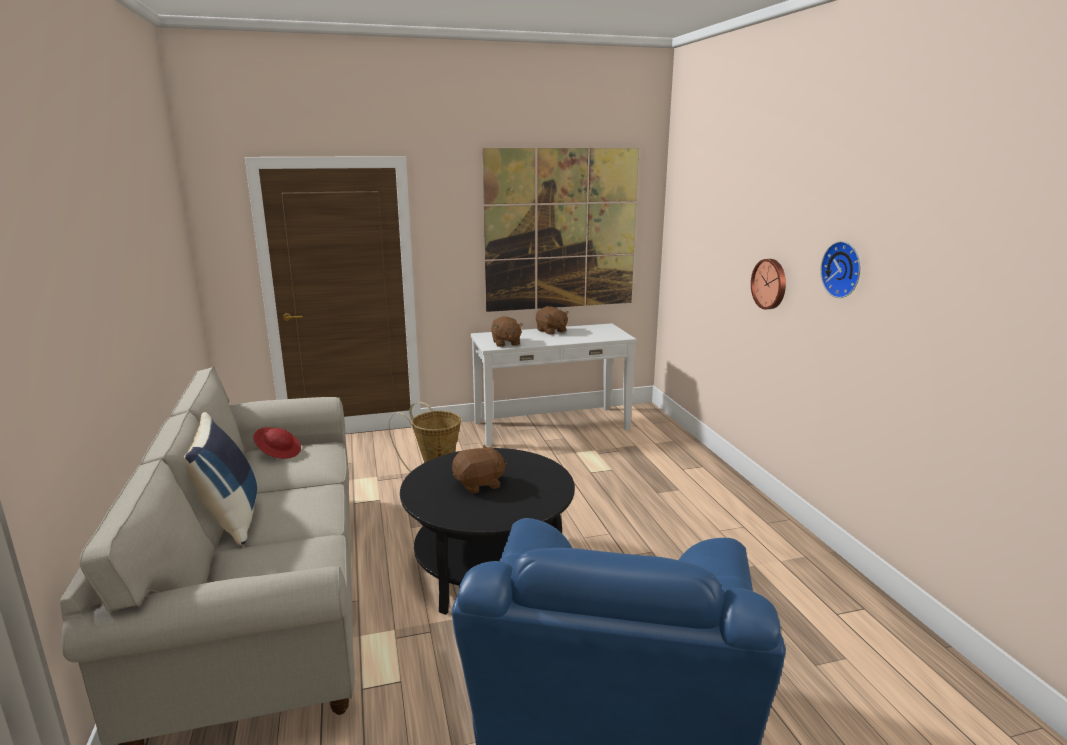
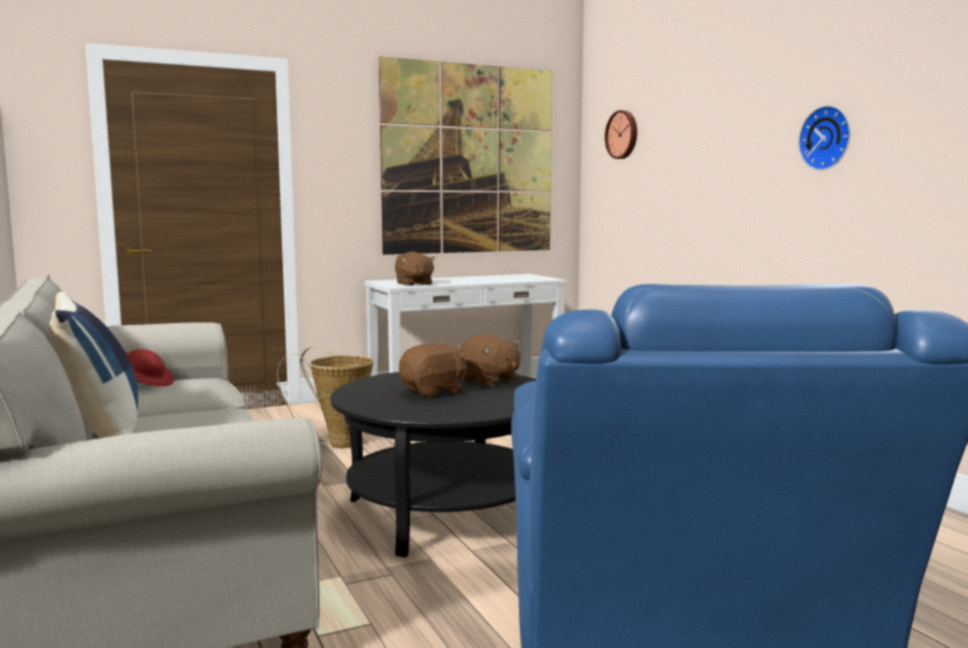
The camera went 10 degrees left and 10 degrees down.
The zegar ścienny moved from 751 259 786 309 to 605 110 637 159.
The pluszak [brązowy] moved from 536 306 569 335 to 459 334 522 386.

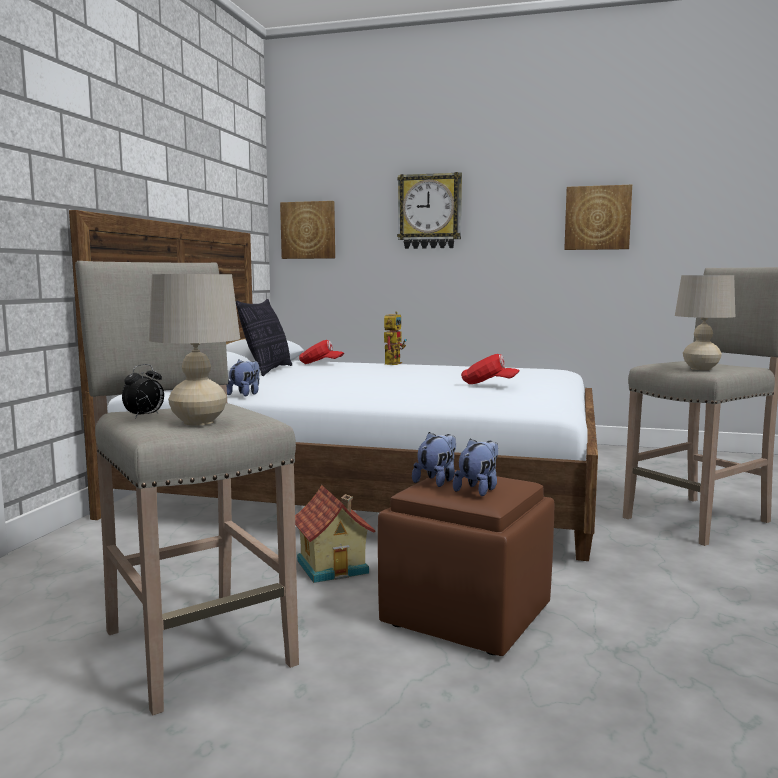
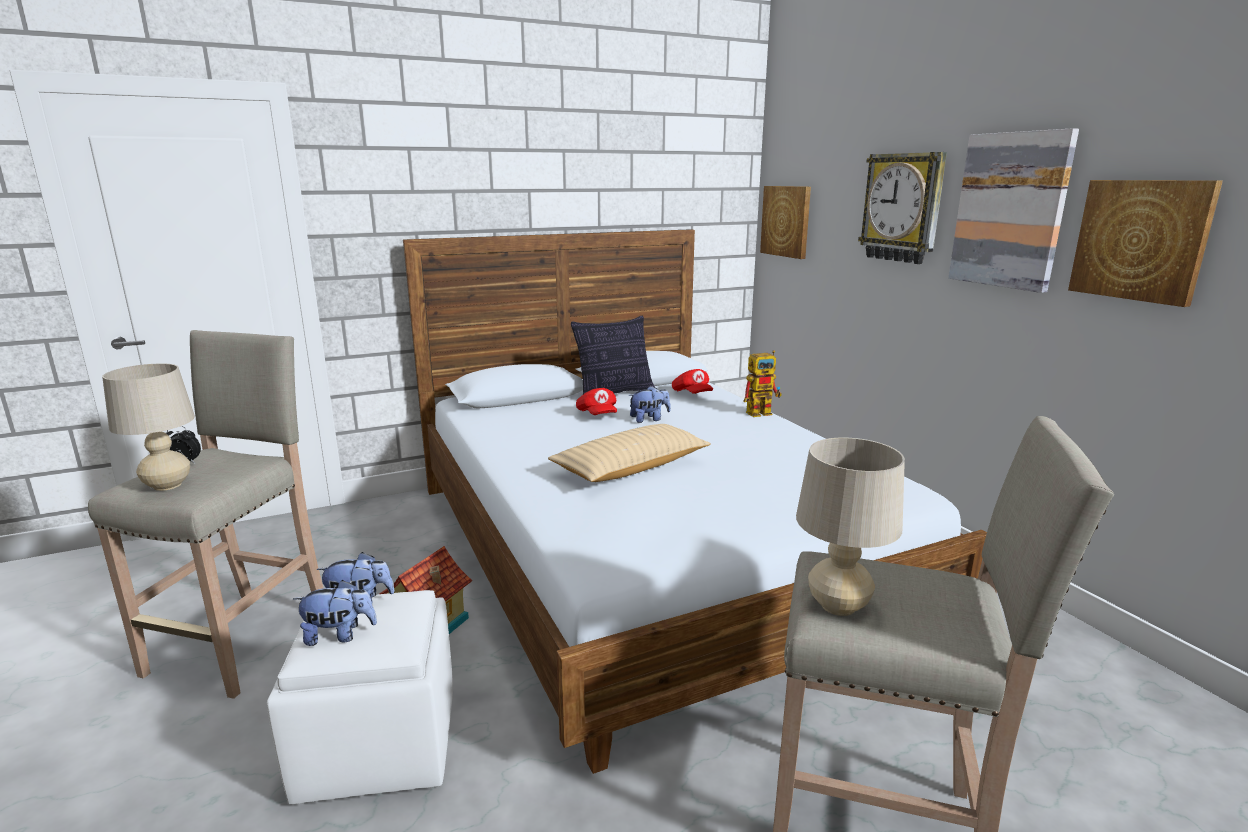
The camera went 50 degrees right and 10 degrees up.
The czapka z daszkiem [czerwony] moved from 461 354 520 384 to 576 388 617 415.
The pluszak moved from 227 360 260 396 to 628 386 671 423.
The pufa [brązowy] at 378 469 554 656 became the pufa [biały] at 267 590 453 805.
The obraz at 948 128 1079 293 appeared.
The poduszka [beżowy] at 548 424 711 482 appeared.

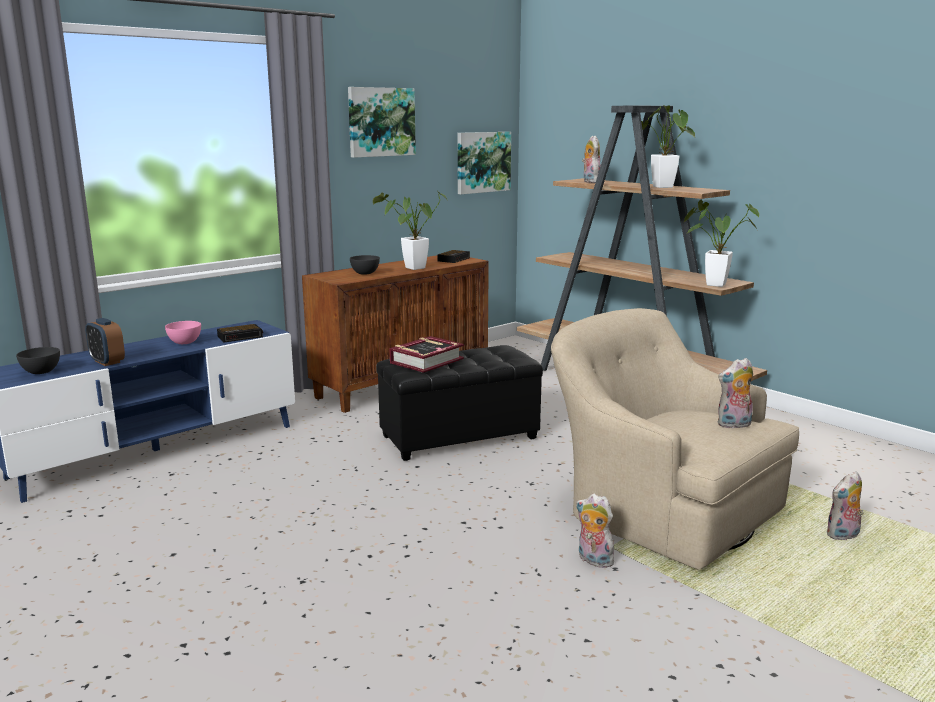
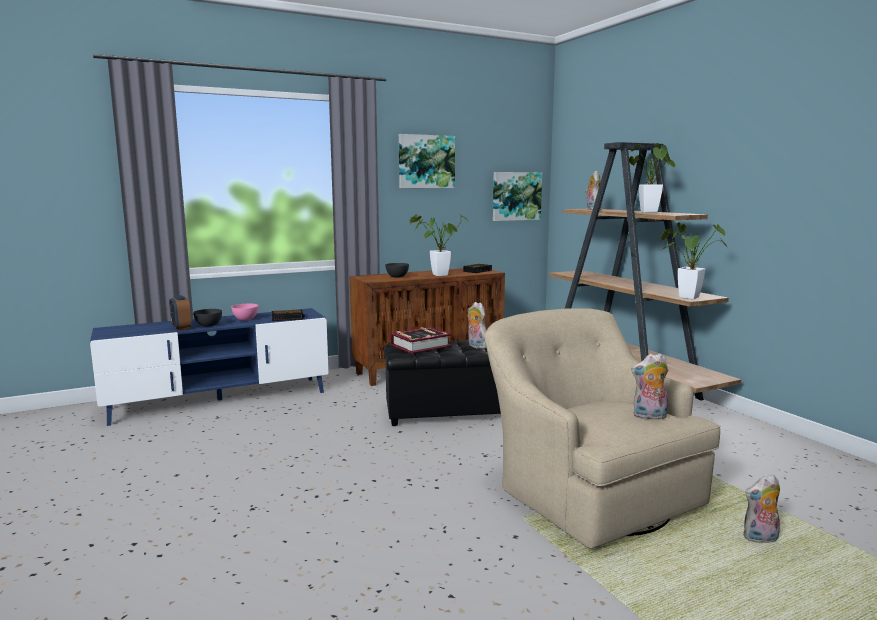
The camera went 15 degrees right and 5 degrees down.
The miska [szary] moved from 16 347 60 374 to 193 309 222 327.
The pluszak moved from 576 493 614 568 to 468 302 486 349.

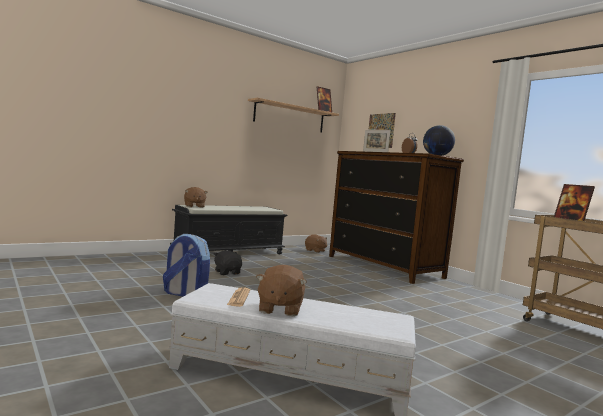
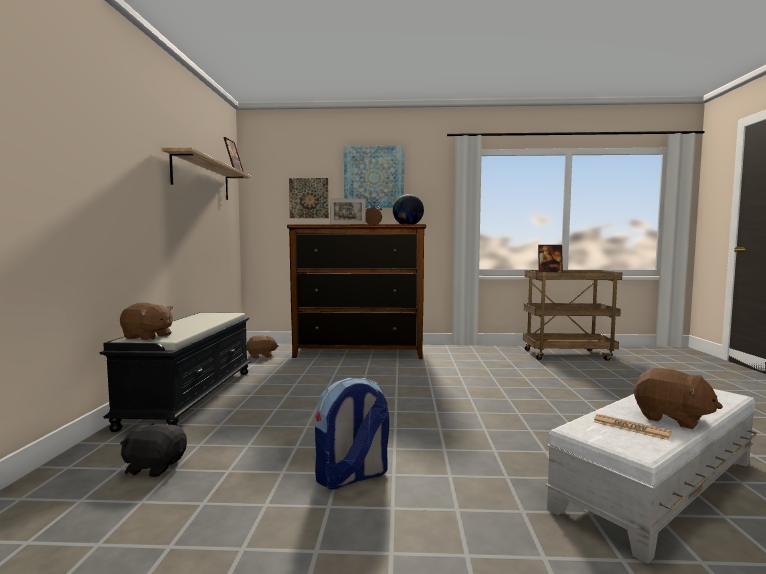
The camera went 50 degrees left and 0 degrees up.
The pluszak [czarny] moved from 214 250 242 275 to 120 422 187 477.
The obraz at 344 146 404 208 appeared.

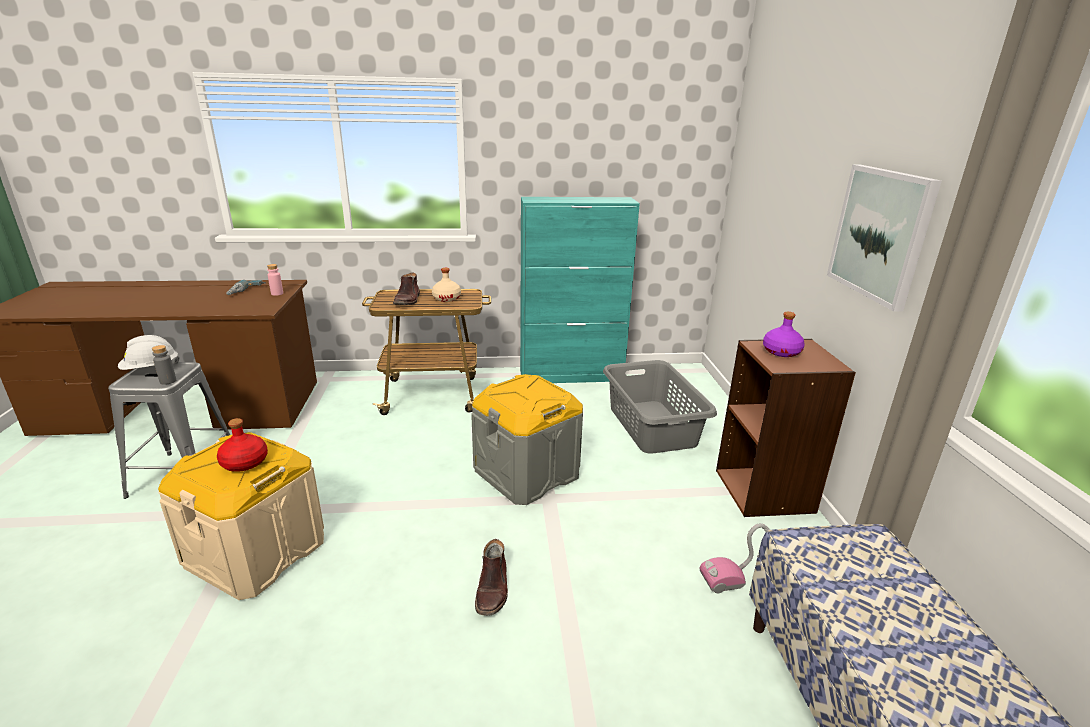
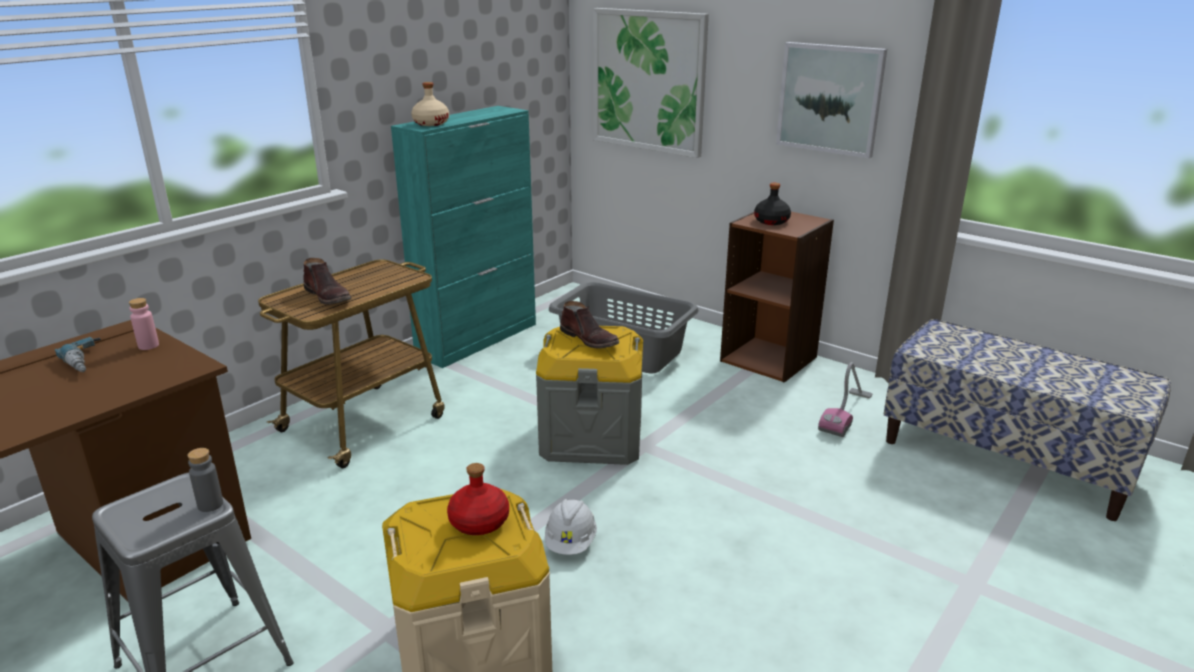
The camera went 45 degrees left and 0 degrees up.
The butelka [beżowy] moved from 432 268 461 302 to 411 82 449 126.
The butelka [fioletowy] at 763 312 805 357 became the butelka [czarny] at 754 183 791 225.
The kask [biały] moved from 118 335 180 370 to 545 499 597 555.
The but z cholewką [brązowy] moved from 475 539 508 616 to 560 301 619 349.
The obraz at 593 8 709 158 appeared.

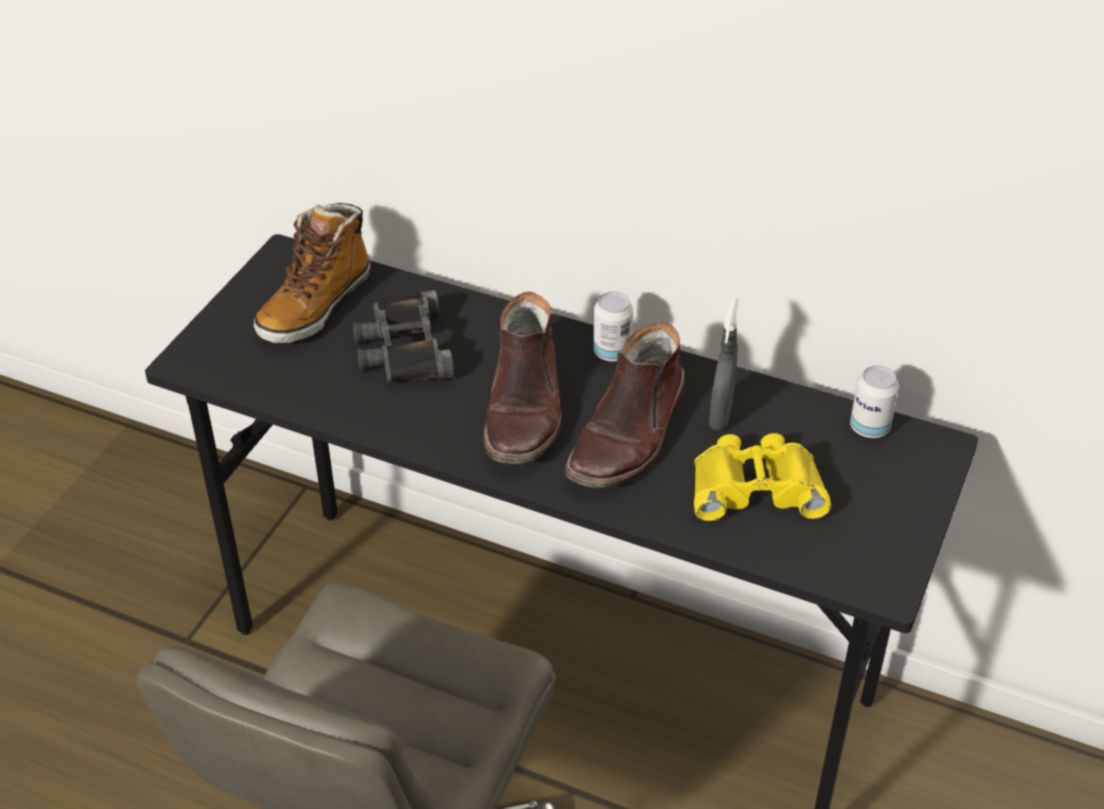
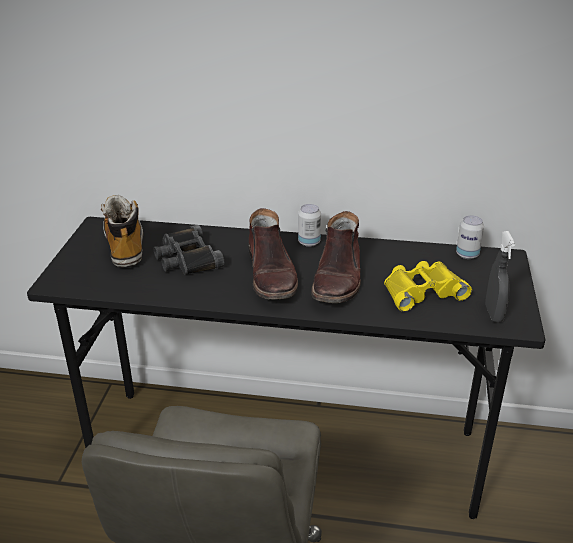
The camera went 15 degrees left and 10 degrees down.
The but z cholewką at 254 203 370 344 turned 150 degrees clockwise.
The spryskiwacz [szary] moved from 709 299 738 431 to 485 231 515 322.

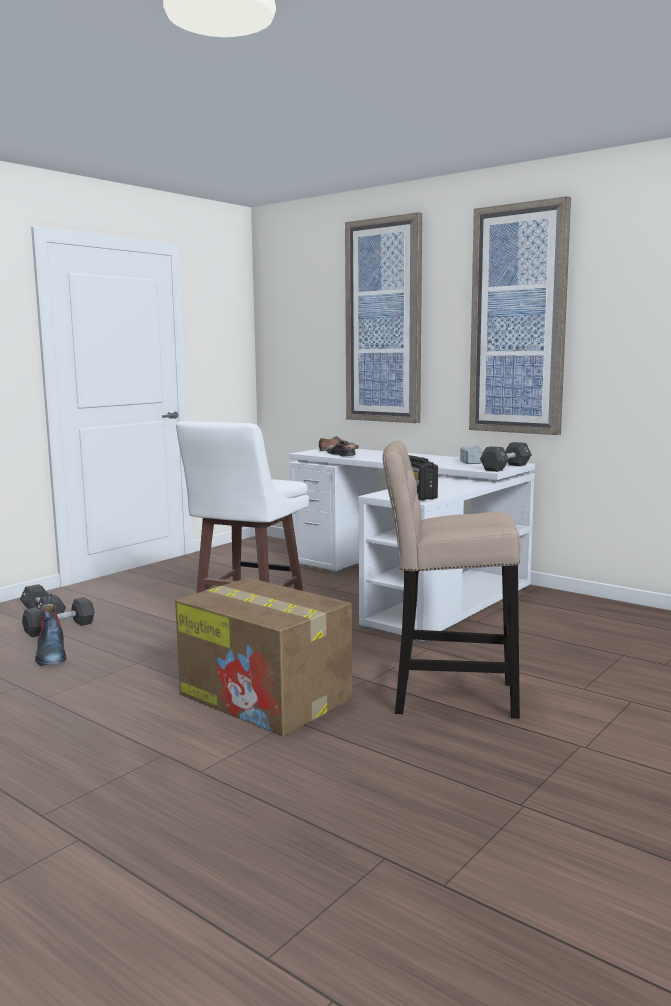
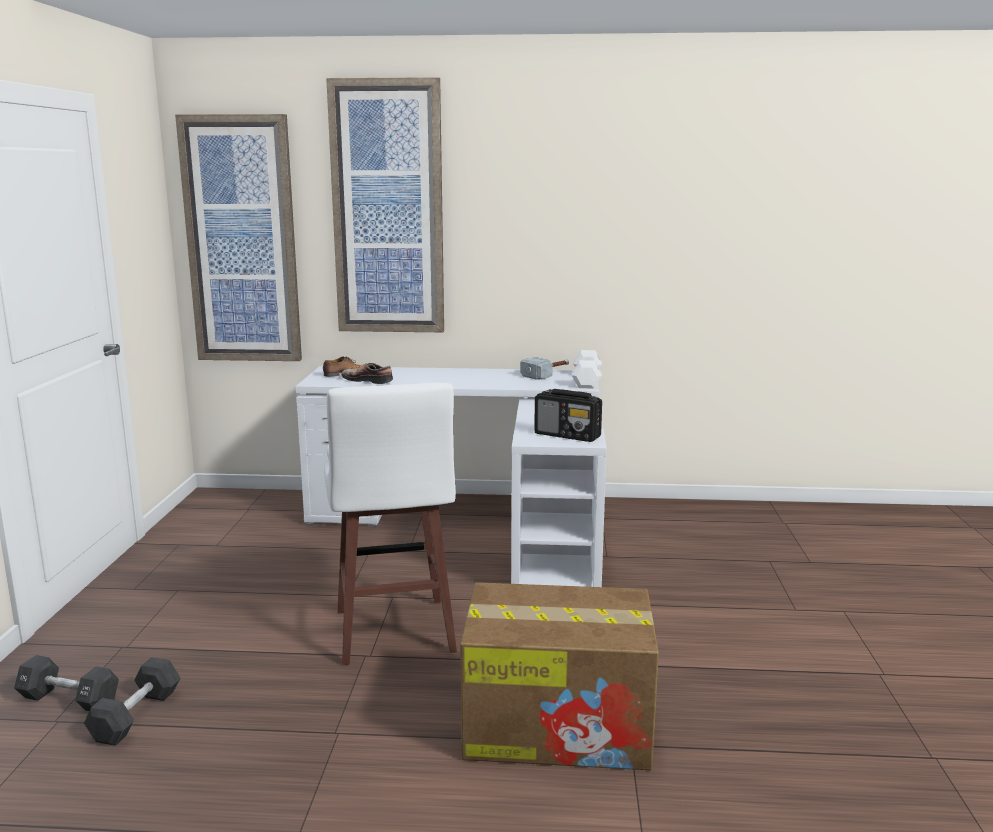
The camera went 35 degrees left and 5 degrees up.
The obraz moved from 469 196 571 435 to 175 114 302 361.
The stołek [beżowy] at 383 440 521 719 disappeared.
The hantel [czarny] at 480 442 532 472 became the hantel [biały] at 572 350 602 389.
The but z cholewką at 35 594 66 666 disappeared.

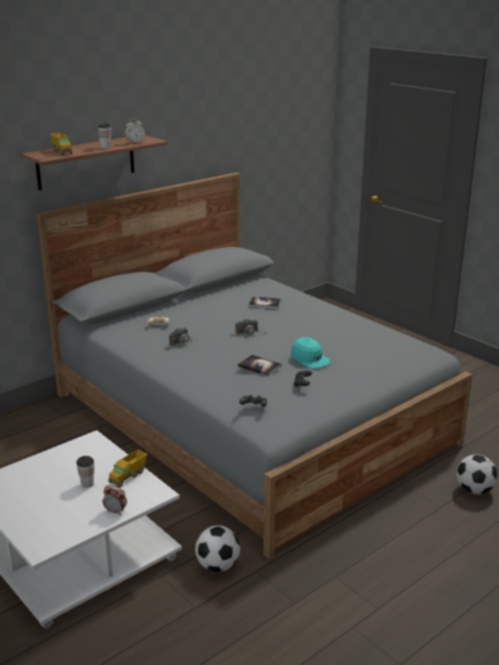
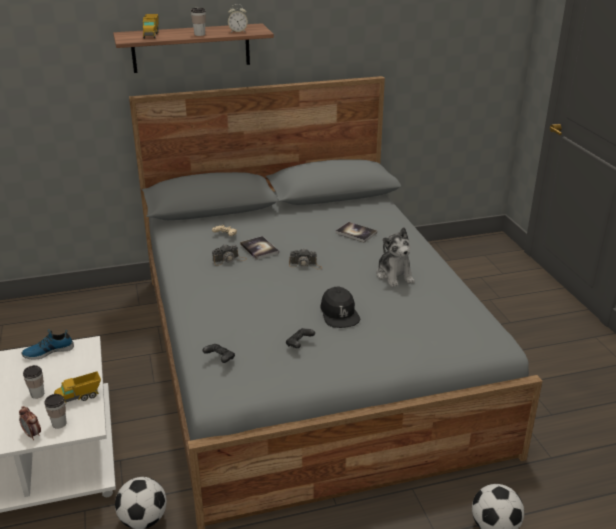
The camera went 25 degrees right and 5 degrees up.
The czapka z daszkiem [turkusowy] at 291 337 330 369 became the czapka z daszkiem [czarny] at 320 287 361 328.
The książka moved from 238 355 282 376 to 240 236 279 260.
The pluszak at 376 227 415 287 appeared.
The but at 22 329 74 359 appeared.
The filiżanka at 44 394 67 429 appeared.

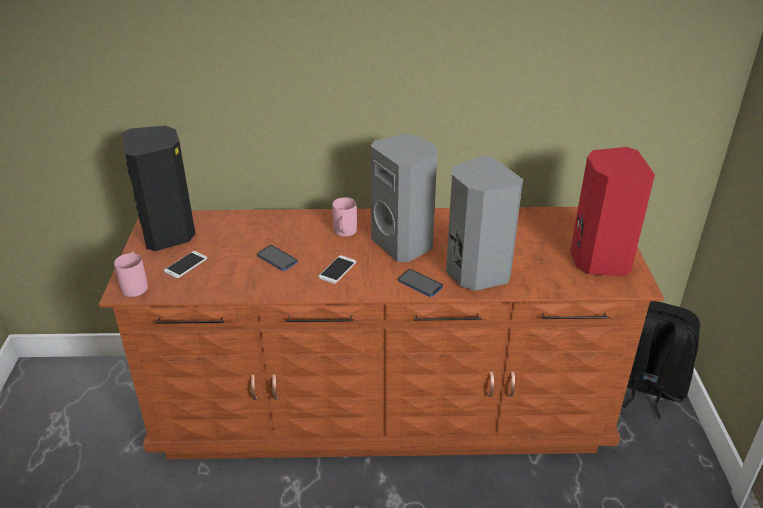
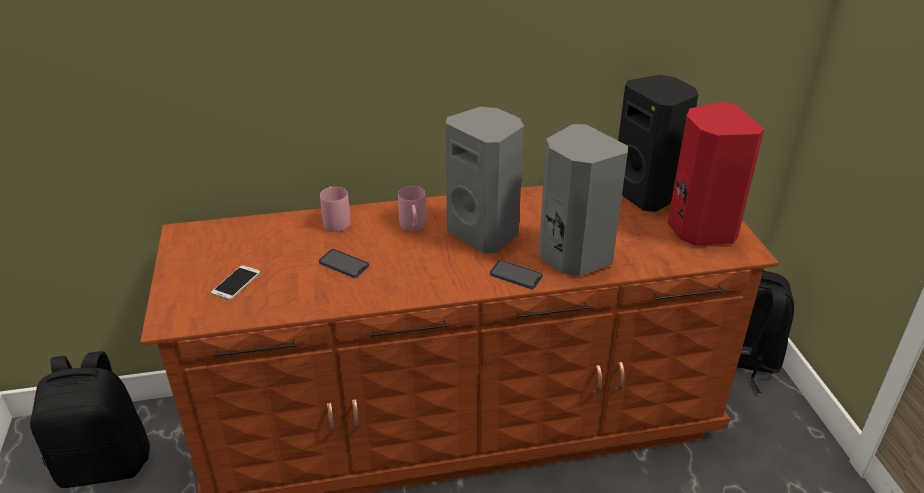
The camera went 10 degrees left and 0 degrees up.
The głośnik [czarny] moved from 121 126 196 251 to 618 75 698 212.
The kubek [różowy] moved from 114 252 148 297 to 320 187 351 232.
The telefon at 318 255 356 284 disappeared.
The plecak [czarny] at 30 351 150 488 appeared.

